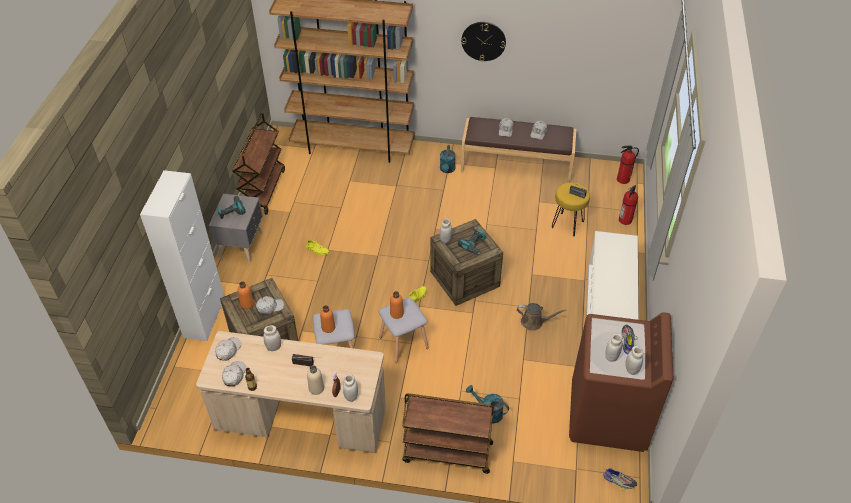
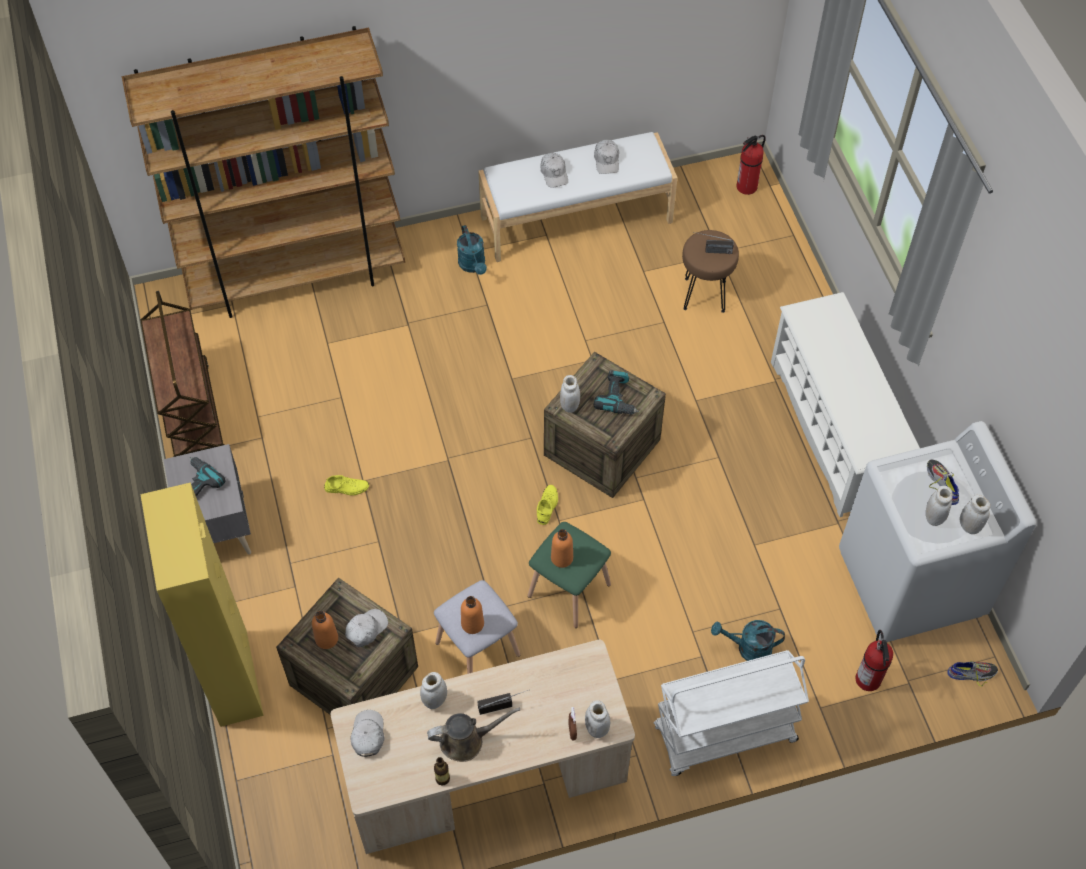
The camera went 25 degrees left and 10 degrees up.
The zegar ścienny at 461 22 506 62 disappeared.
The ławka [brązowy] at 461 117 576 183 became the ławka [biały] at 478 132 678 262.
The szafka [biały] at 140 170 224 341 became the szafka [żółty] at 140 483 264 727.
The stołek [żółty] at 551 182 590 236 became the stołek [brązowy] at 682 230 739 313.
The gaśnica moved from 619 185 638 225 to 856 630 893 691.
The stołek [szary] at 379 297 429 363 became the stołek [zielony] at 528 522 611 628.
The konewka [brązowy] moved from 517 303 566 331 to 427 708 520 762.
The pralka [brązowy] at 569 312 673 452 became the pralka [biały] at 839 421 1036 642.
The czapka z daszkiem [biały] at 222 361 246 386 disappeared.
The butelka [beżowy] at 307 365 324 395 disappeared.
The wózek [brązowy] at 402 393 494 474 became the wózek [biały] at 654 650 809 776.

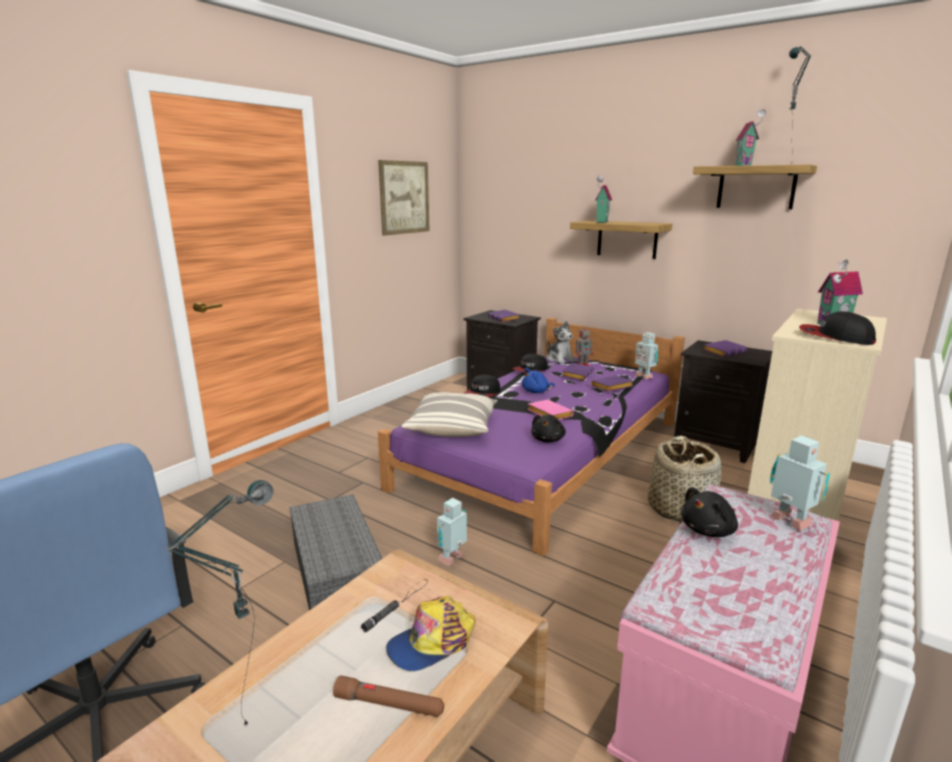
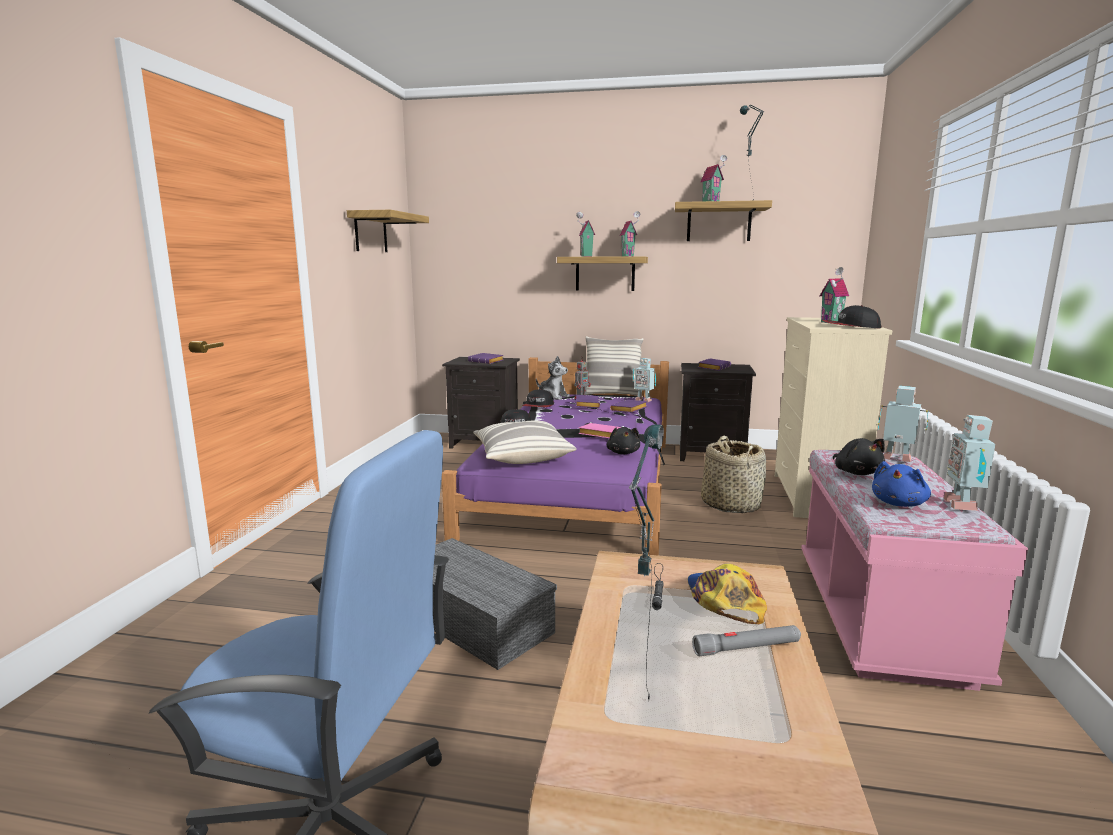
The camera went 25 degrees left and 5 degrees down.
The obraz at 378 160 430 236 was replaced by the półka at 347 210 429 252.
The pluszak [niebieski] moved from 522 368 555 393 to 872 461 931 507.
The pluszak [czarny] at 681 487 738 537 turned 45 degrees counterclockwise.
The robot zabawkowy moved from 437 498 467 566 to 944 415 995 511.
The czapka z daszkiem at 386 596 476 671 turned 150 degrees clockwise.
The latarka [brązowy] at 333 675 444 717 became the latarka [szary] at 692 625 801 656.
The domek at 619 211 640 257 appeared.
The poduszka at 585 336 644 396 appeared.

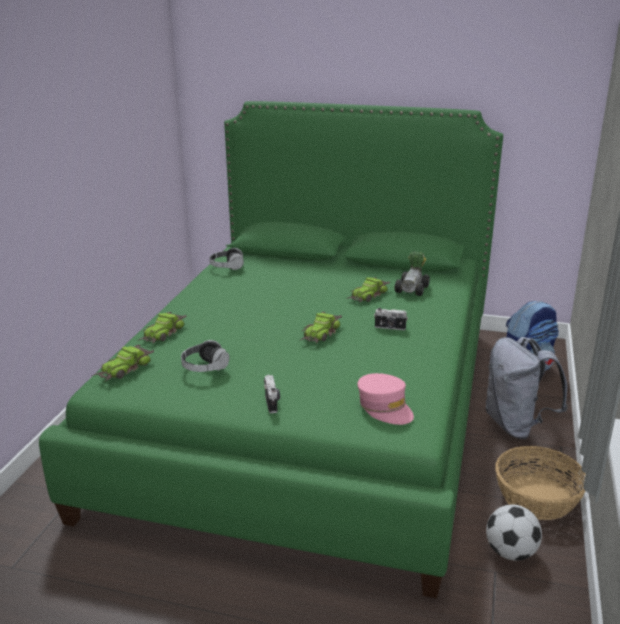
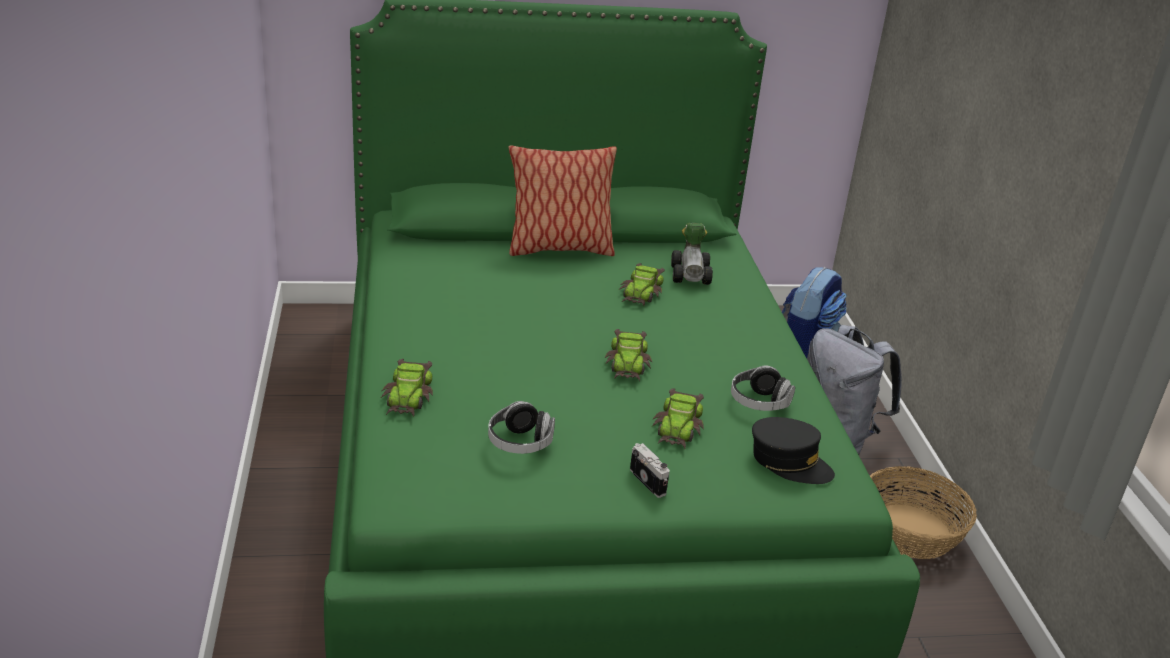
The camera went 25 degrees left and 5 degrees up.
The słuchawki moved from 209 248 244 270 to 731 365 795 411.
The aparat fotograficzny at 374 308 408 330 disappeared.
The samochodzik moved from 92 345 154 381 to 652 388 704 449.
The czapka z daszkiem [różowy] at 357 373 414 425 became the czapka z daszkiem [czarny] at 752 417 835 484.
The piłka futbolowa at 486 504 542 561 disappeared.
The poduszka at 508 145 617 256 appeared.

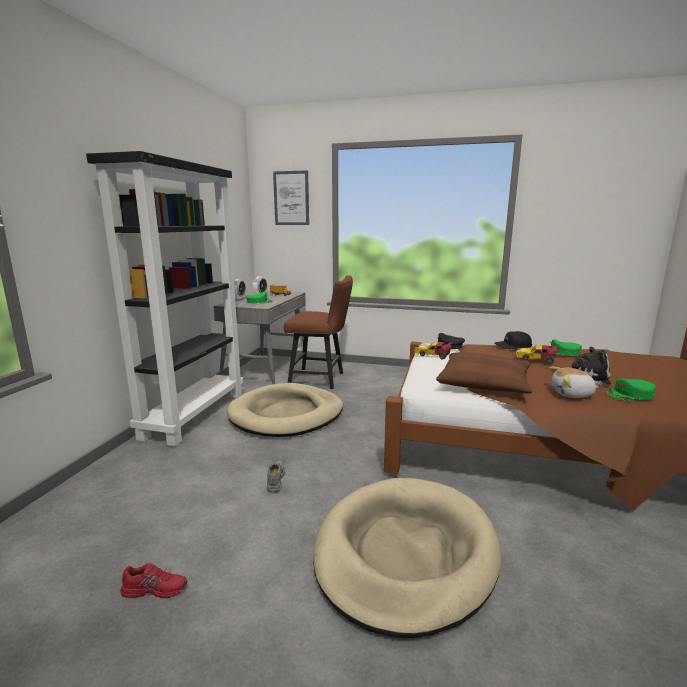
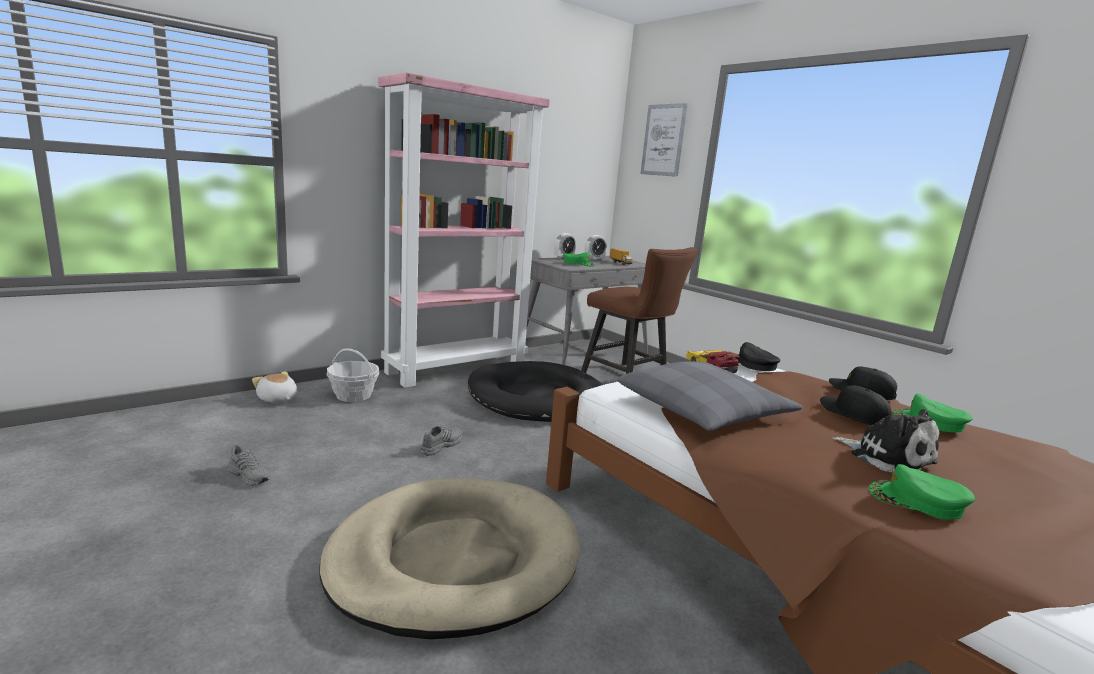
The camera went 35 degrees right and 0 degrees up.
The regał [czarny] at 86 151 243 446 became the regał [różowy] at 378 72 550 388.
The samochodzik at 516 345 558 364 was replaced by the czapka z daszkiem [czarny] at 820 385 891 425.
The poduszka [brązowy] at 436 352 532 393 became the poduszka [szary] at 617 362 802 431.
The pluszak moved from 550 367 599 398 to 252 371 298 403.
The legowisko [beżowy] at 227 383 343 437 became the legowisko [czarny] at 468 361 603 422.
The but [czerwony] at 120 563 187 598 became the but [szary] at 227 445 271 486.
The koszyk at 326 348 379 402 appeared.

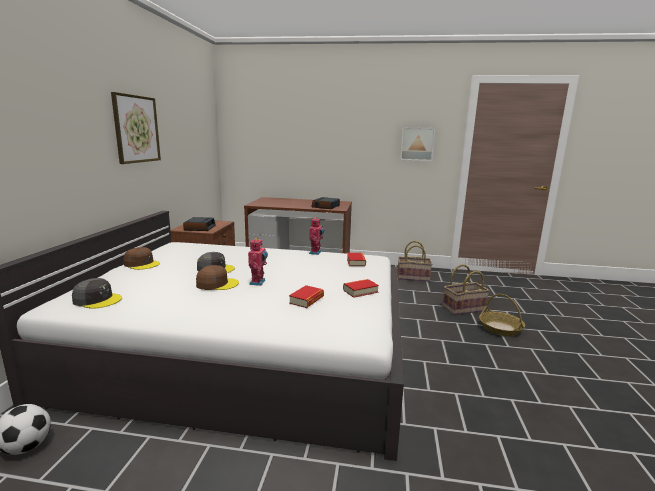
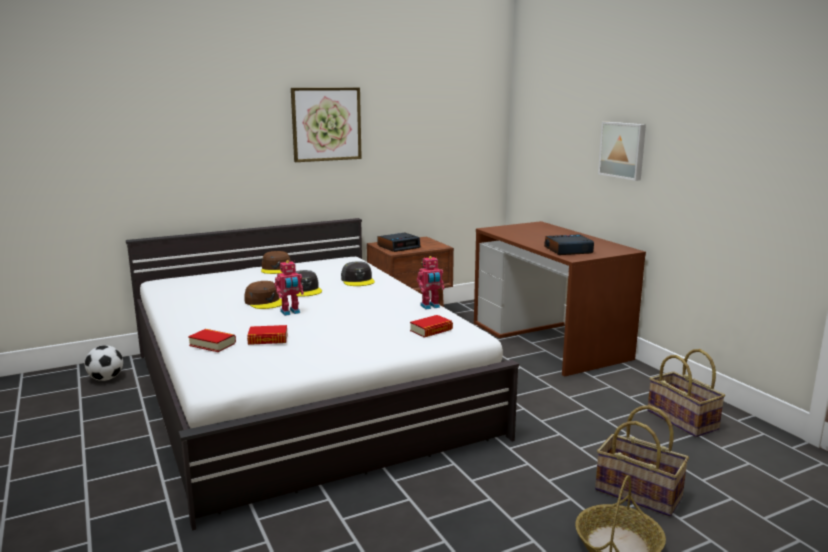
The camera went 55 degrees right and 0 degrees up.
The obraz moved from 400 127 436 161 to 598 122 646 181.
The czapka z daszkiem [szary] moved from 72 278 122 309 to 341 261 375 286.
The książka moved from 343 279 379 298 to 188 329 236 352.

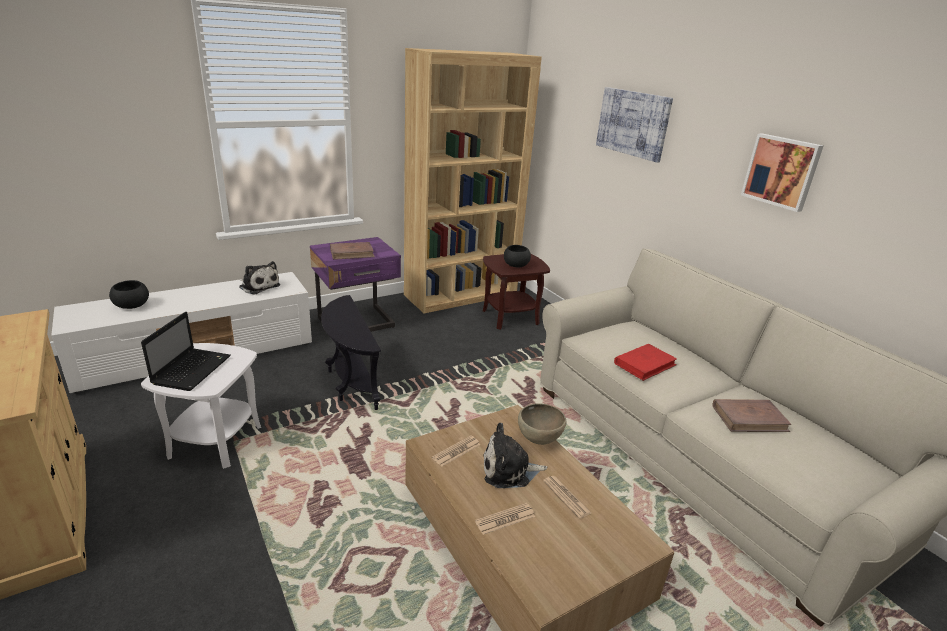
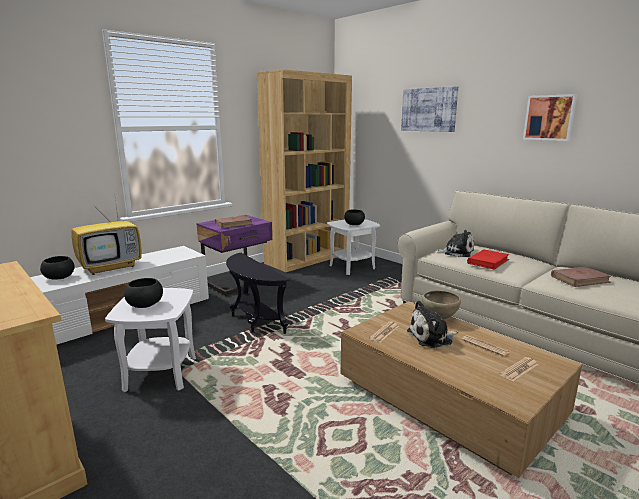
The camera went 10 degrees left and 10 degrees down.
The stolik [brązowy] at 483 254 550 330 became the stolik [biały] at 327 219 380 275.
The pluszak moved from 239 261 280 295 to 434 230 474 257.
The laptop at 141 312 231 391 was replaced by the miska [czarny] at 124 278 163 308.
The gazeta moved from 475 503 535 535 to 500 357 539 382.
The telewizor at 71 193 142 275 appeared.

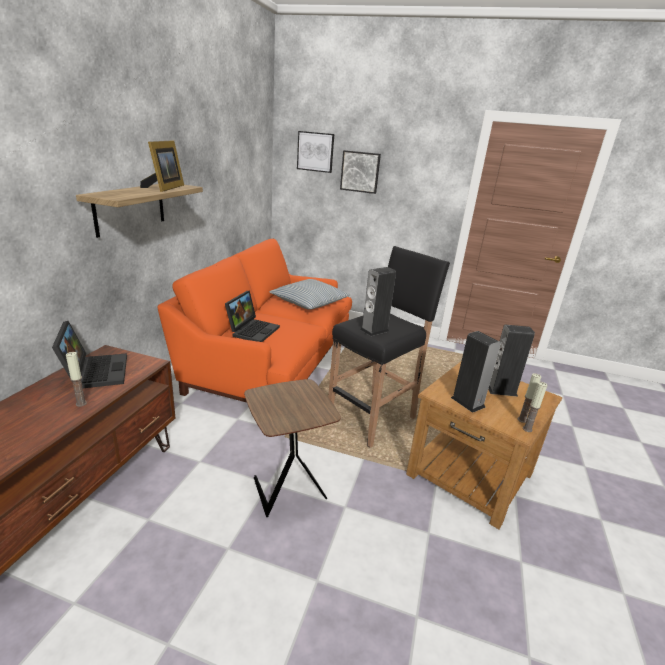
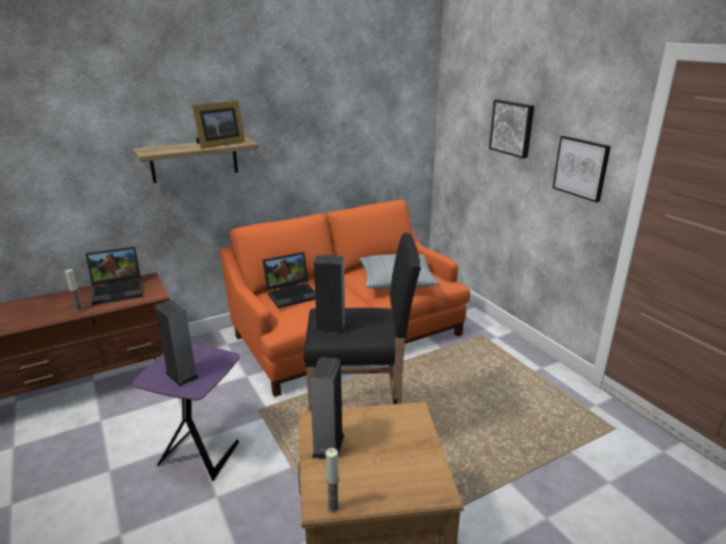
The camera went 45 degrees right and 0 degrees up.
The obraz moved from 297 131 334 173 to 553 136 611 203.
The laptop at 52 321 127 388 turned 45 degrees clockwise.
The głośnik moved from 488 325 535 397 to 155 300 199 387.
The świeca at 518 373 541 423 disappeared.
The stolik [brązowy] at 244 379 341 517 became the stolik [fioletowy] at 132 344 240 481.

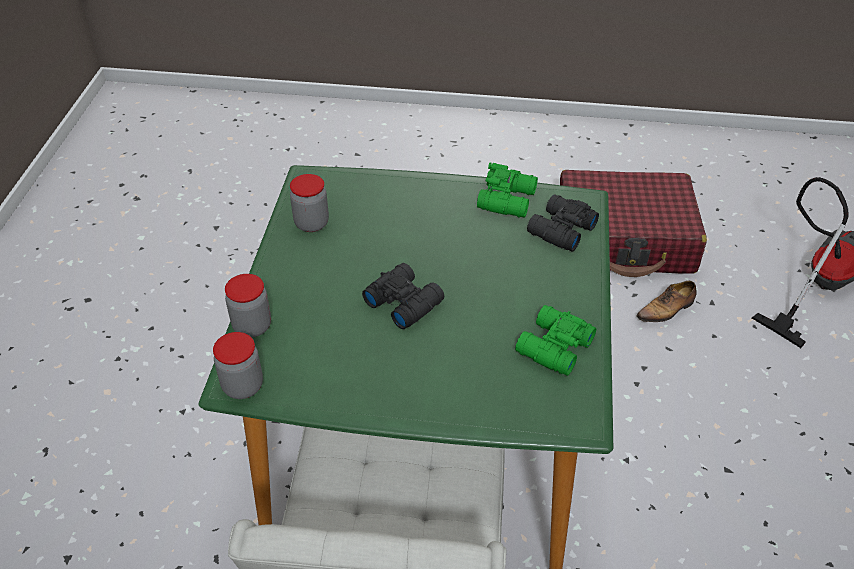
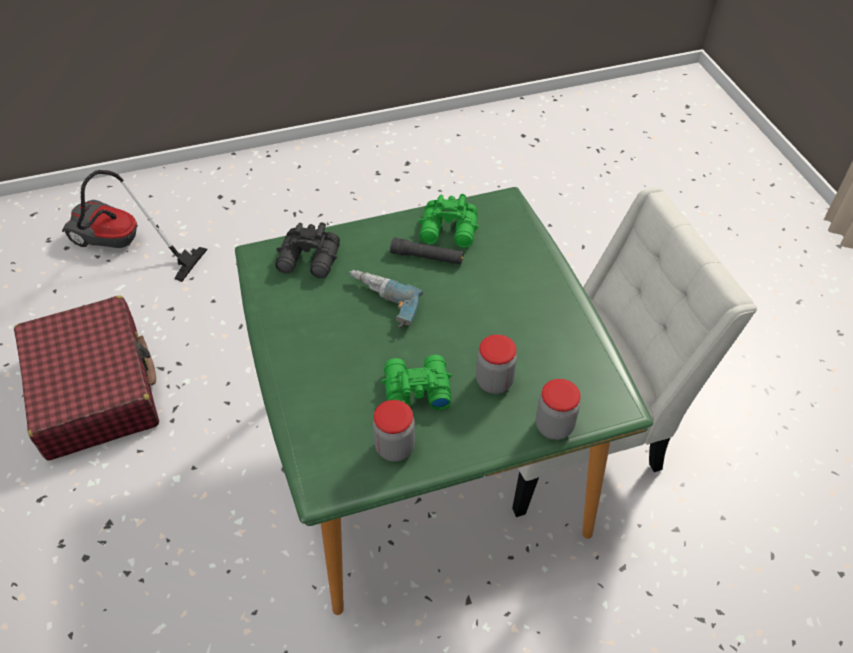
The camera went 115 degrees left and 5 degrees up.
The lornetka [zielony] moved from 477 162 538 218 to 381 355 452 410.
The lornetka [czarny] at 362 263 444 329 disappeared.
The but at 636 281 697 322 disappeared.
The słoik moved from 213 332 263 399 to 476 334 517 394.
The latarka [czarny] at 390 237 464 265 appeared.
The wiertarka at 349 270 423 329 appeared.

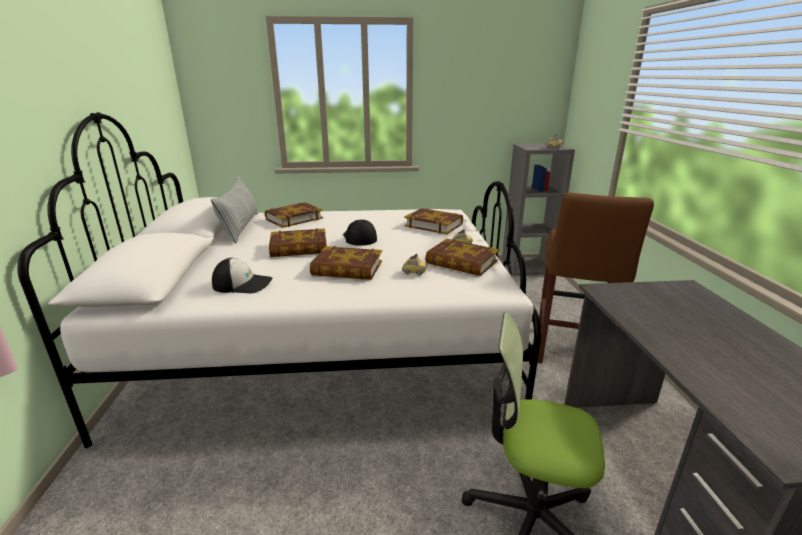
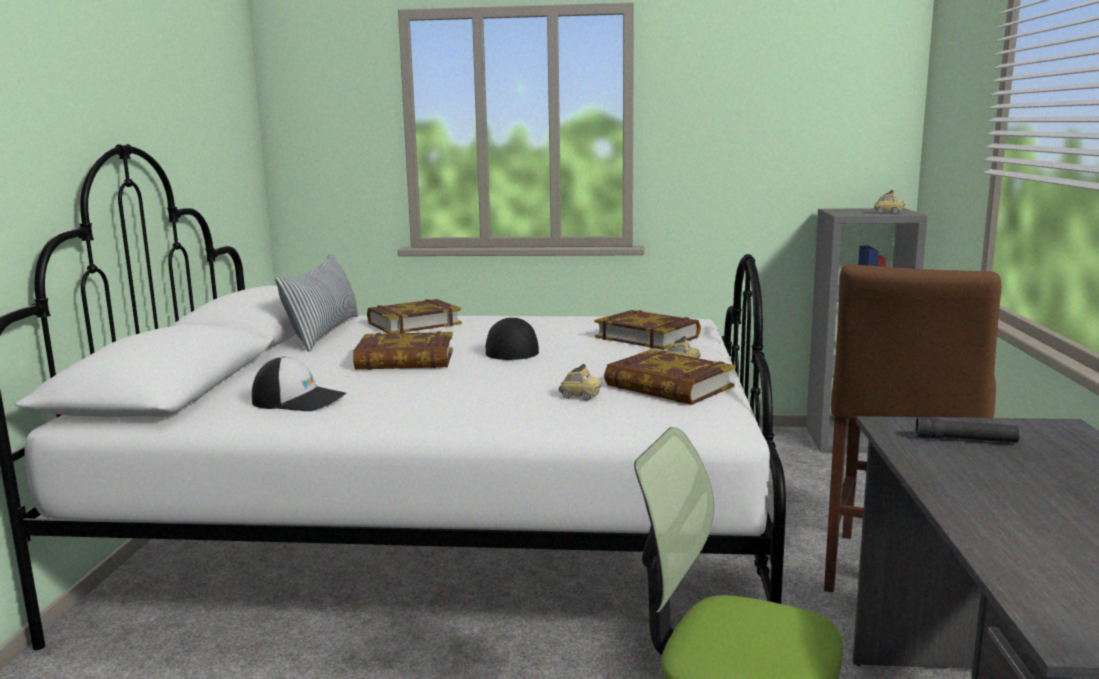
The camera went 10 degrees right and 10 degrees down.
The książka at 310 246 382 280 disappeared.
The latarka [czarny] at 916 417 1020 443 appeared.

